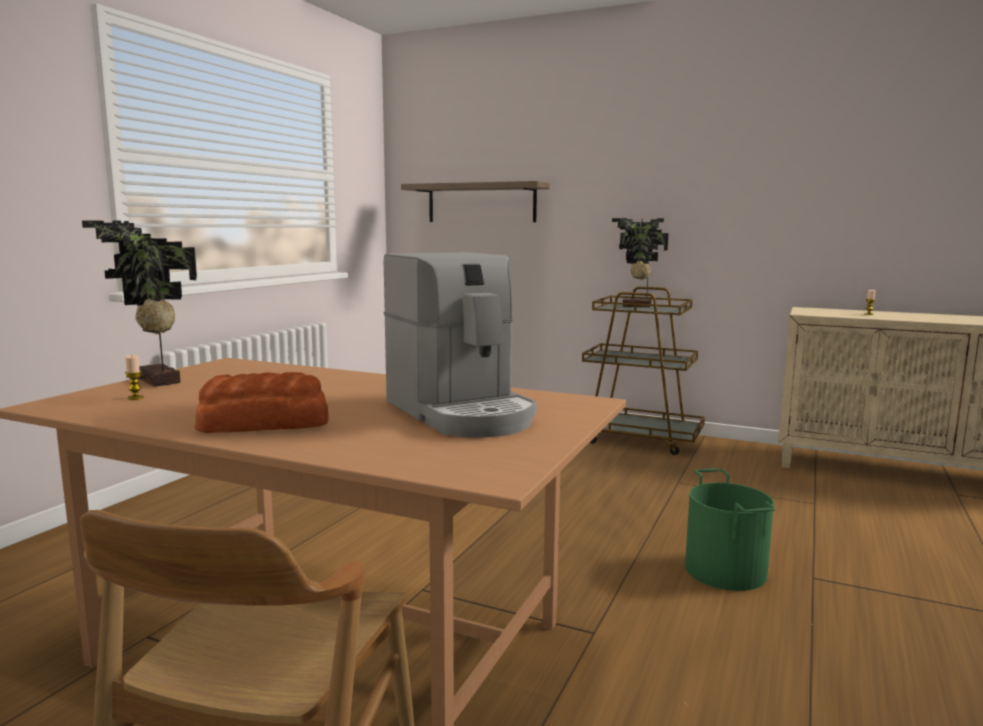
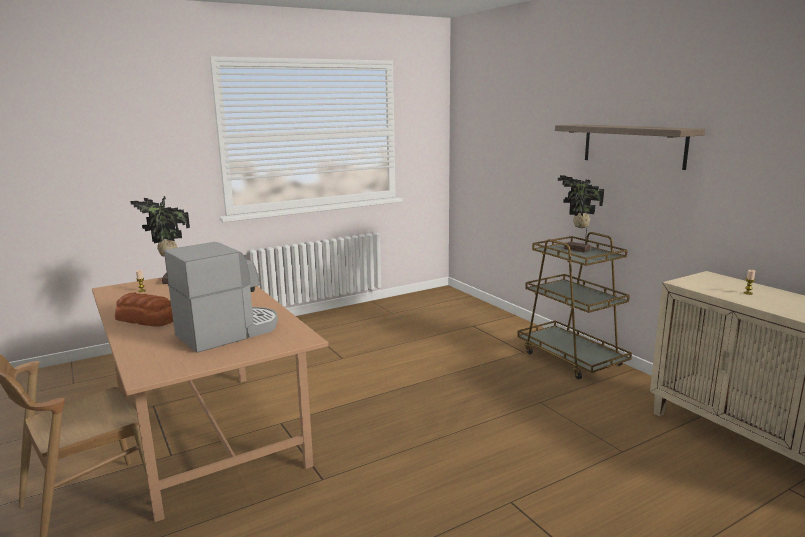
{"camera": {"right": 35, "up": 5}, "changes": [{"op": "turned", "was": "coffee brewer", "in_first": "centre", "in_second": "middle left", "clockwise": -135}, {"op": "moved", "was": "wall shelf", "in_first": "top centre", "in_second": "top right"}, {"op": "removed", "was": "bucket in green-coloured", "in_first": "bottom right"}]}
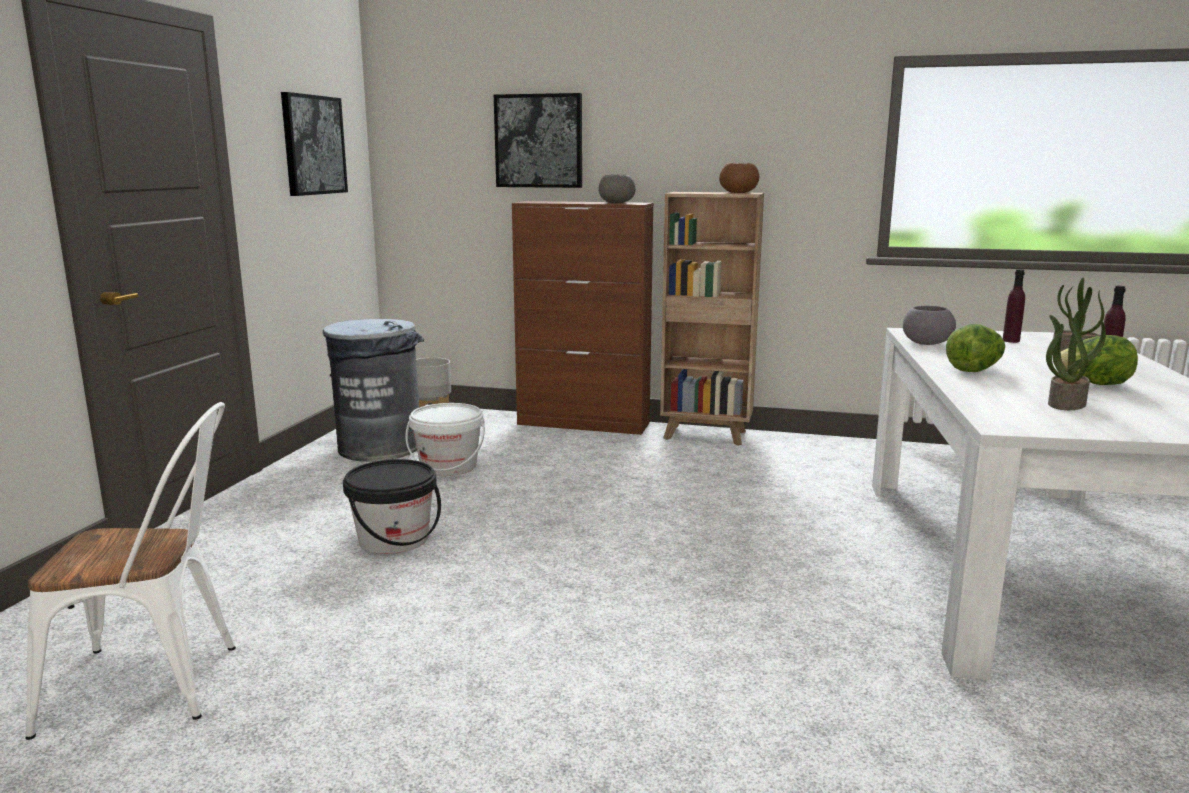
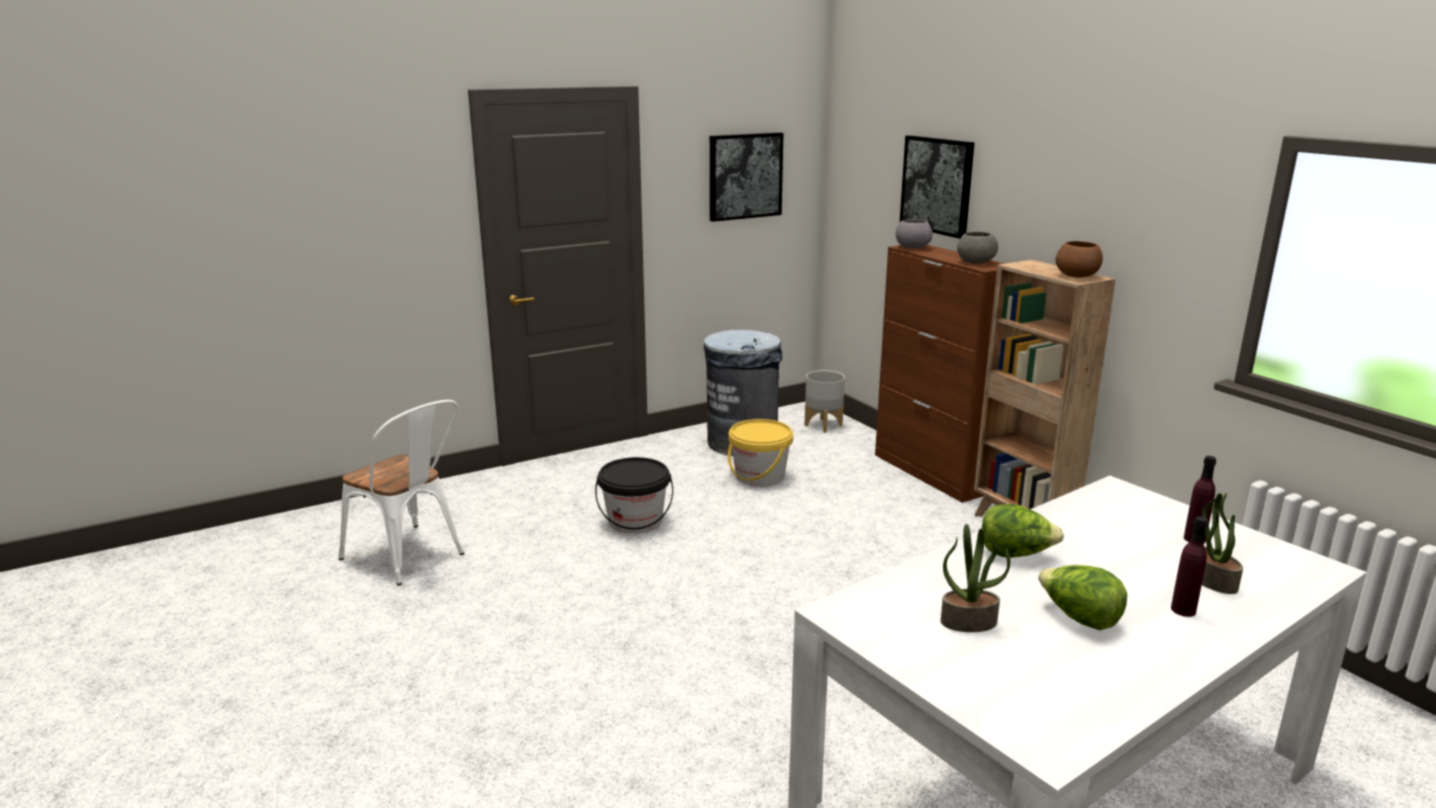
{"camera": {"right": 45, "up": 5}, "changes": [{"op": "recoloured", "was": "bucket in whitish", "now": "bucket in yellow", "in_first": "centre", "in_second": "centre"}, {"op": "moved", "was": "serving bowl in gray (2nd from left in the first image)", "now": "serving bowl in gray (1st from left)", "in_first": "middle right", "in_second": "top centre"}]}
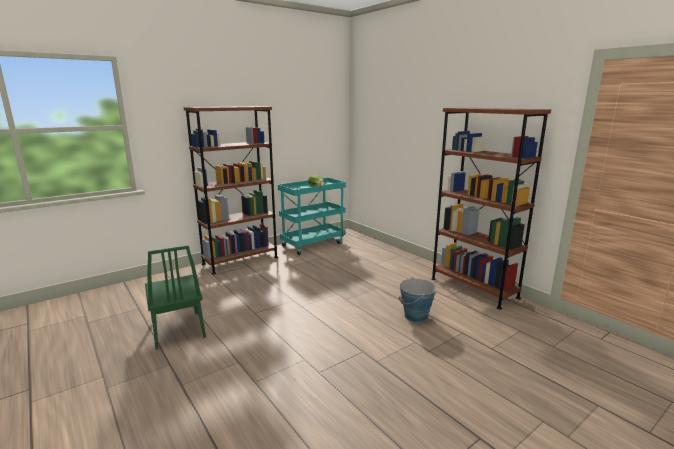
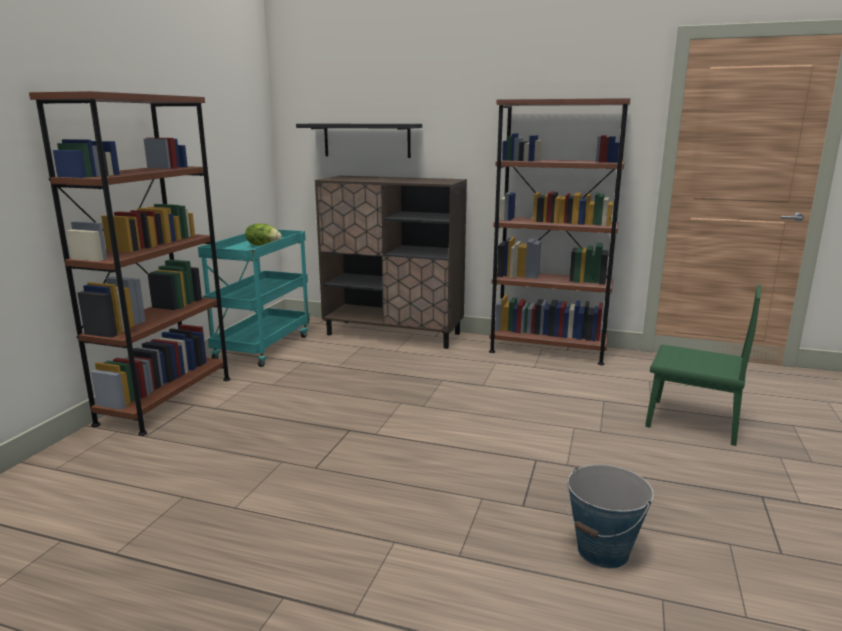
{"camera": {"right": -35, "up": 0}, "changes": [{"op": "added", "now": "wall shelf in blackish", "in_second": "top centre"}, {"op": "added", "now": "storage cabinet in brown-coloured", "in_second": "centre"}, {"op": "moved", "was": "bucket", "in_first": "bottom centre", "in_second": "bottom right"}, {"op": "moved", "was": "chair in green-coloured", "in_first": "middle left", "in_second": "middle right"}]}
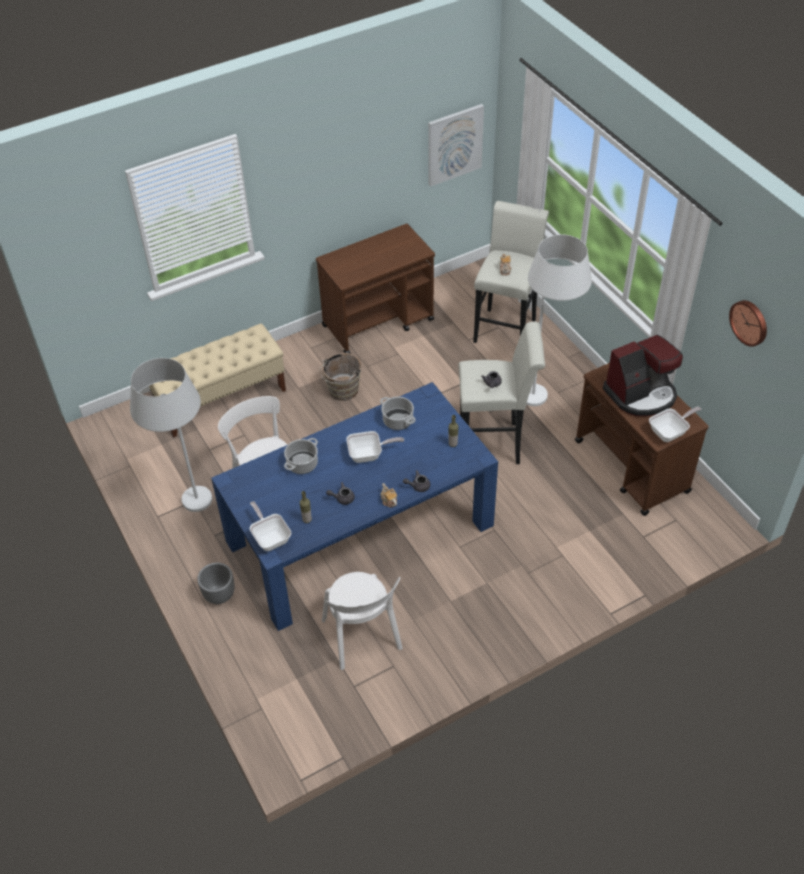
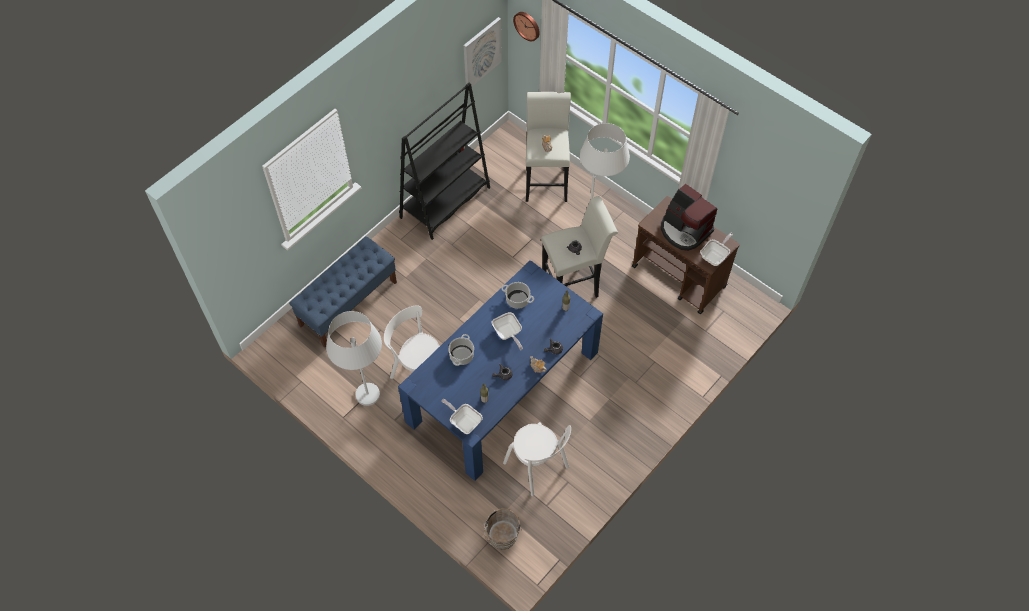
{"camera": {"right": -20, "up": 10}, "changes": [{"op": "recoloured", "was": "long seat in beige", "now": "long seat in bluish", "in_first": "middle left", "in_second": "centre"}, {"op": "replaced", "was": "cart in brown-coloured (1st from left)", "now": "bookshelf in blackish", "in_first": "top centre", "in_second": "top centre"}, {"op": "moved", "was": "bucket in brown-coloured", "in_first": "centre", "in_second": "bottom centre"}, {"op": "turned", "was": "pan (2nd from left)", "in_first": "centre", "in_second": "centre", "clockwise": 90}, {"op": "moved", "was": "clock on the wall", "in_first": "middle right", "in_second": "top centre"}, {"op": "turned", "was": "coffee brewer", "in_first": "middle right", "in_second": "middle right", "clockwise": 90}, {"op": "removed", "was": "flower pot in gray", "in_first": "bottom left"}]}
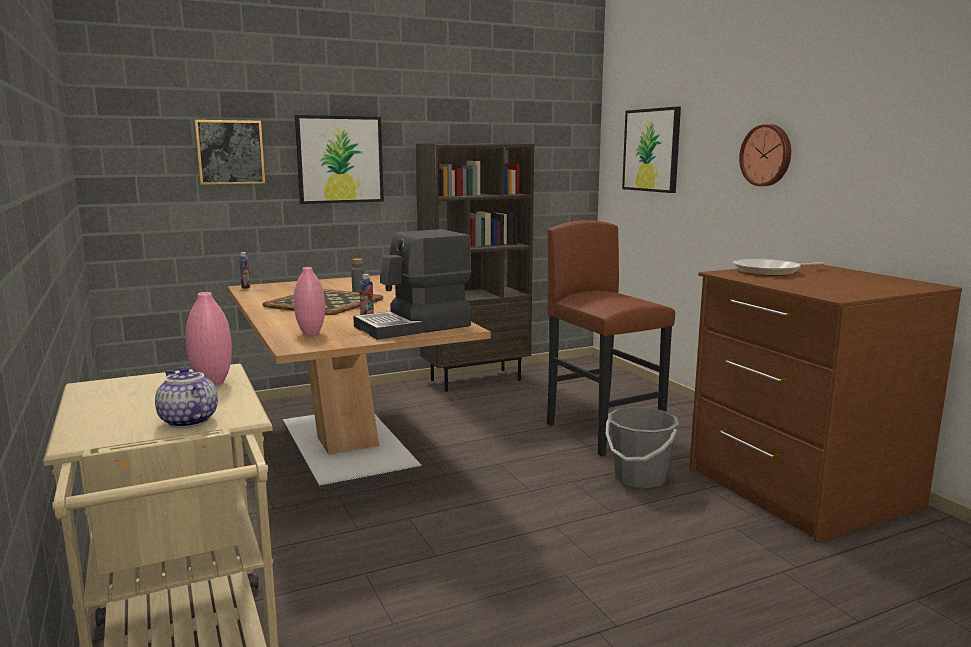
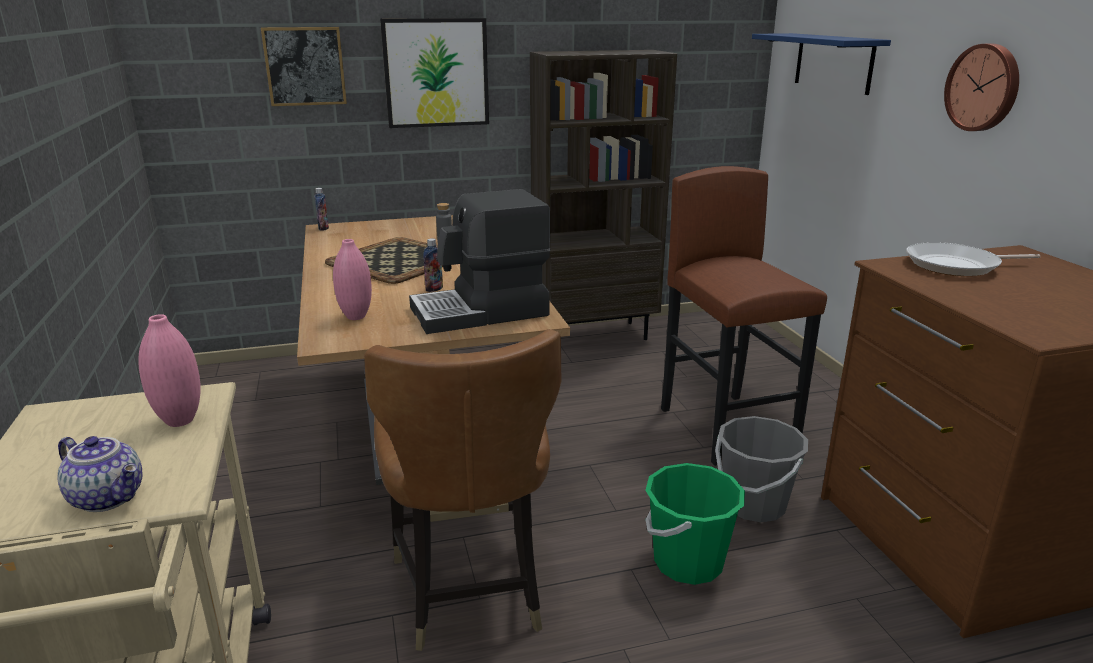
{"camera": {"right": 10, "up": 10}, "changes": [{"op": "turned", "was": "teapot", "in_first": "middle left", "in_second": "bottom left", "clockwise": 150}, {"op": "added", "now": "chair in brown-coloured", "in_second": "bottom centre"}, {"op": "added", "now": "bucket in green-coloured", "in_second": "bottom centre"}, {"op": "replaced", "was": "picture (3rd from left)", "now": "wall shelf in bluish", "in_first": "top right", "in_second": "top right"}]}
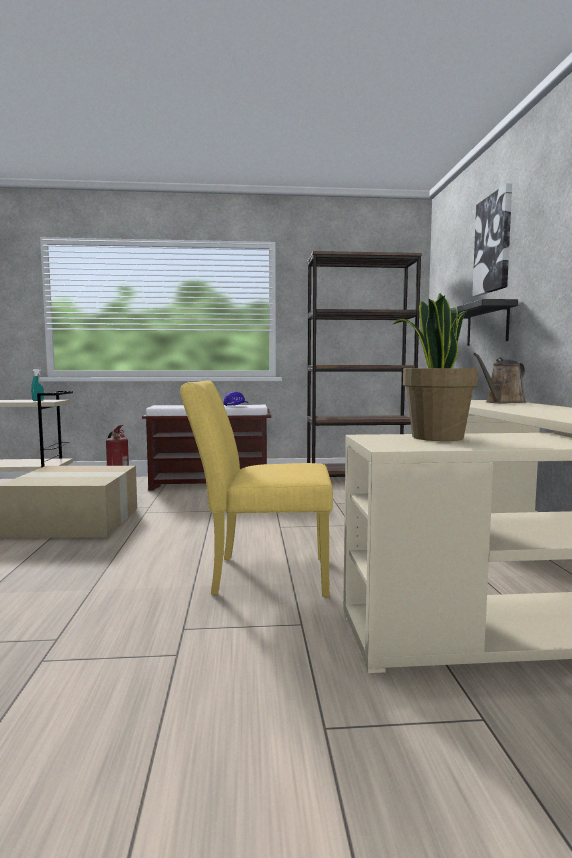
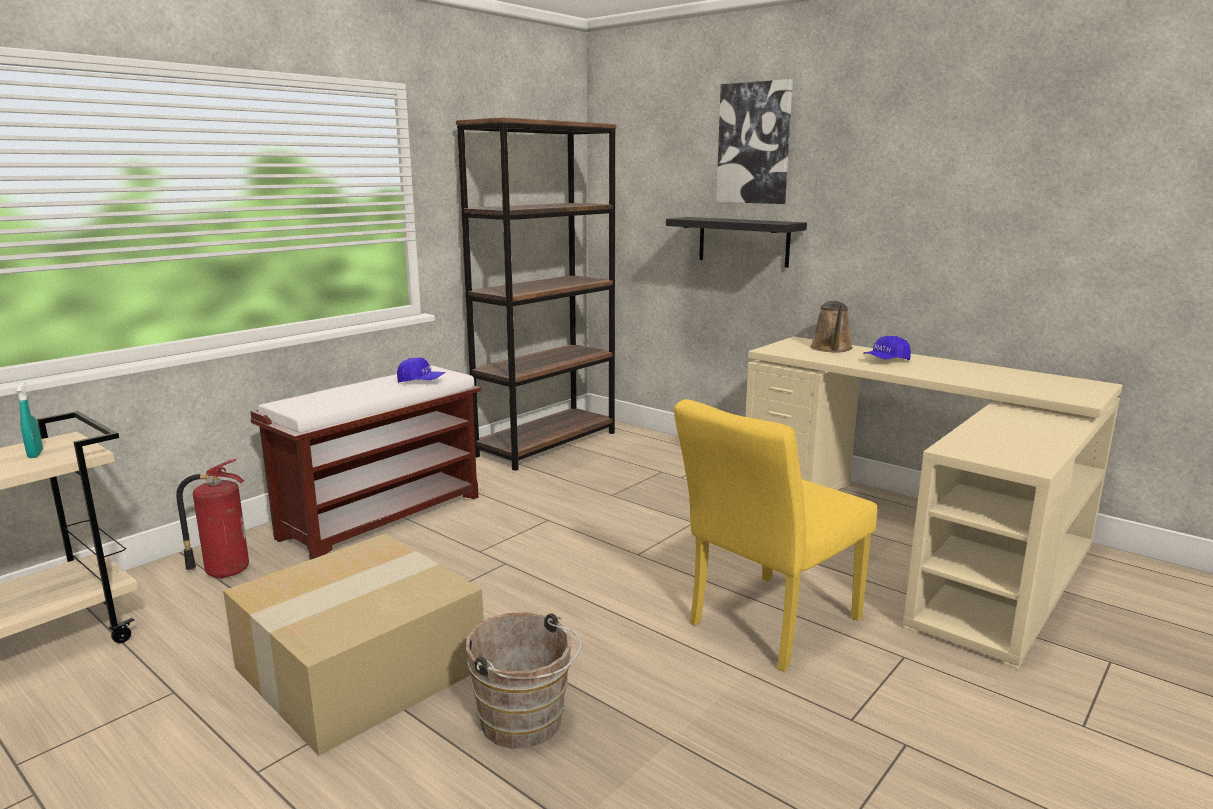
{"camera": {"right": -45, "up": 10}, "changes": [{"op": "added", "now": "bucket in brown-coloured", "in_second": "bottom centre"}, {"op": "added", "now": "cap in bluish (2nd from left)", "in_second": "middle right"}, {"op": "removed", "was": "houseplant", "in_first": "middle right"}]}
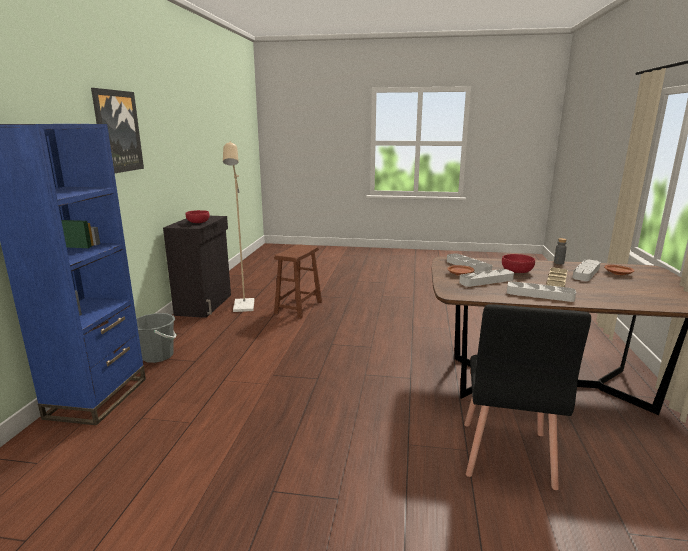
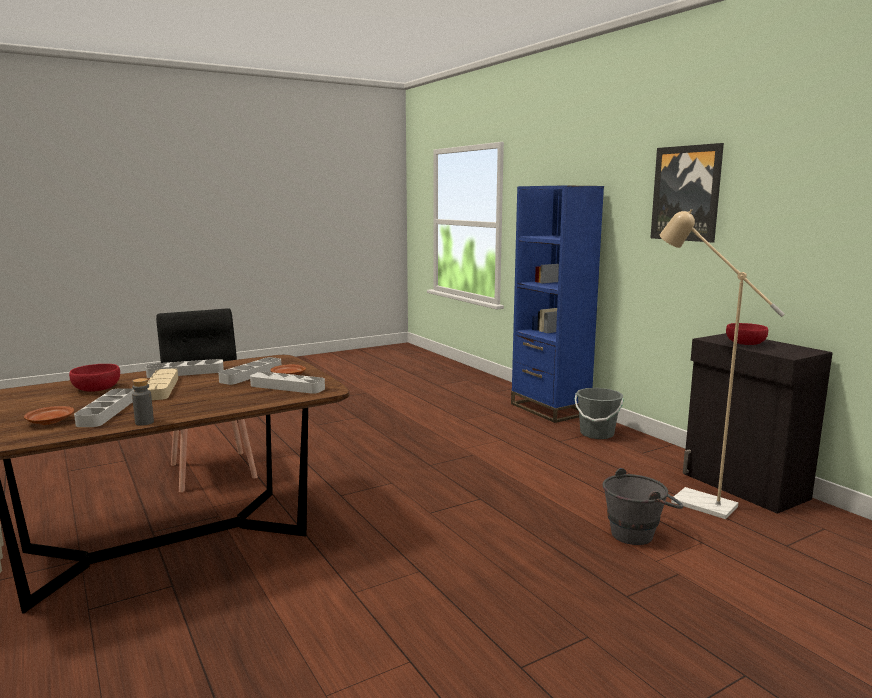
{"camera": {"right": 140, "up": -5}, "changes": [{"op": "moved", "was": "serving bowl in red-coloured (2nd from left in the first image)", "now": "serving bowl in red-coloured (1st from left)", "in_first": "middle right", "in_second": "middle left"}, {"op": "replaced", "was": "stool seat in brown-coloured", "now": "bucket in gray (2nd from left)", "in_first": "centre", "in_second": "bottom right"}]}
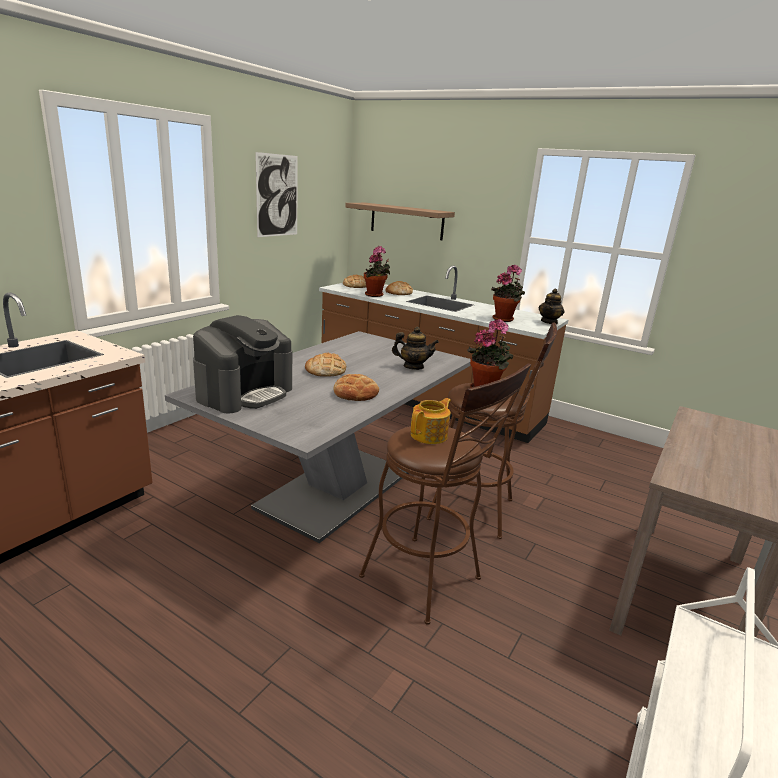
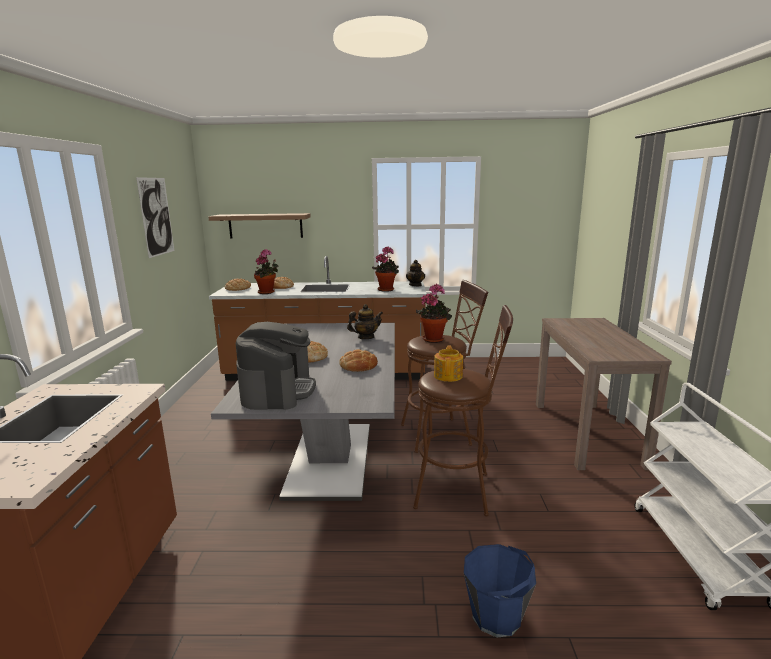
{"camera": {"right": -30, "up": -5}, "changes": [{"op": "added", "now": "bucket in bluish", "in_second": "bottom centre"}]}
